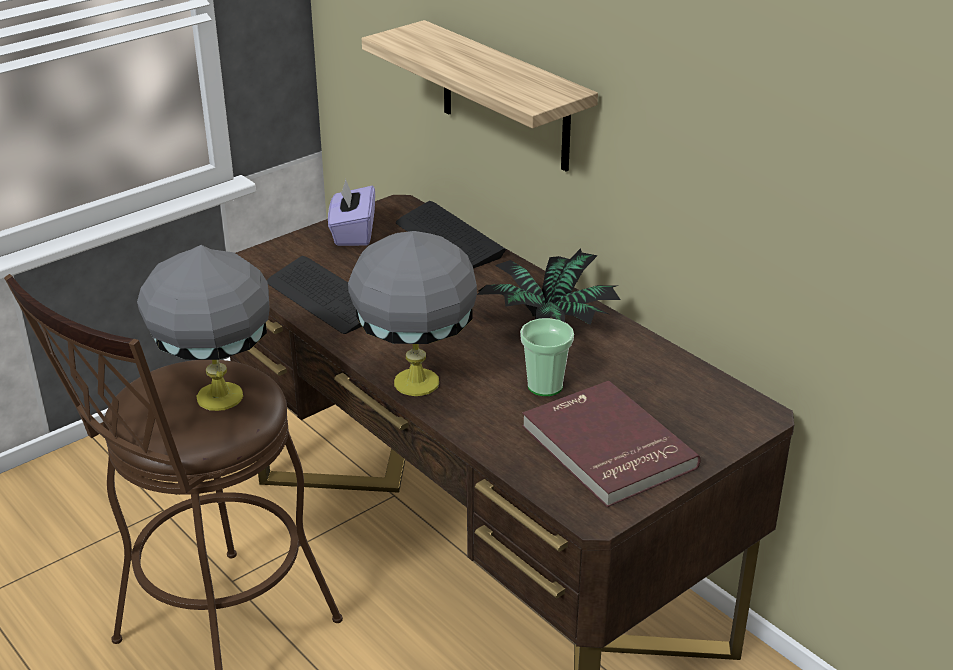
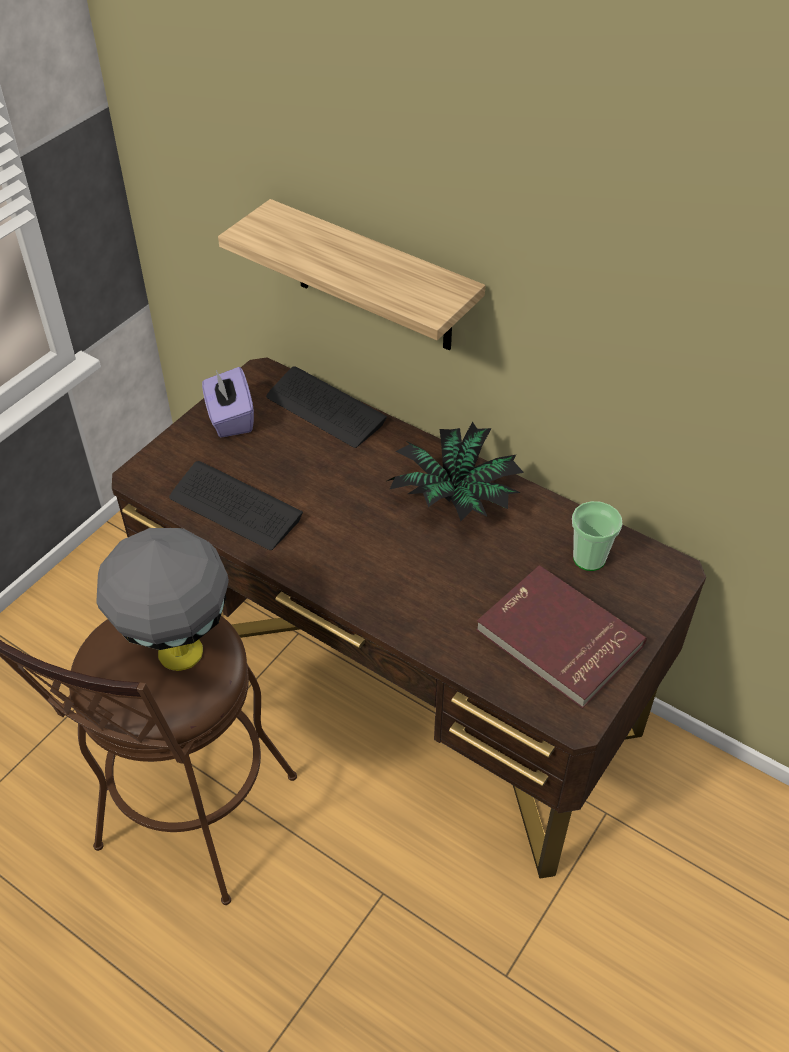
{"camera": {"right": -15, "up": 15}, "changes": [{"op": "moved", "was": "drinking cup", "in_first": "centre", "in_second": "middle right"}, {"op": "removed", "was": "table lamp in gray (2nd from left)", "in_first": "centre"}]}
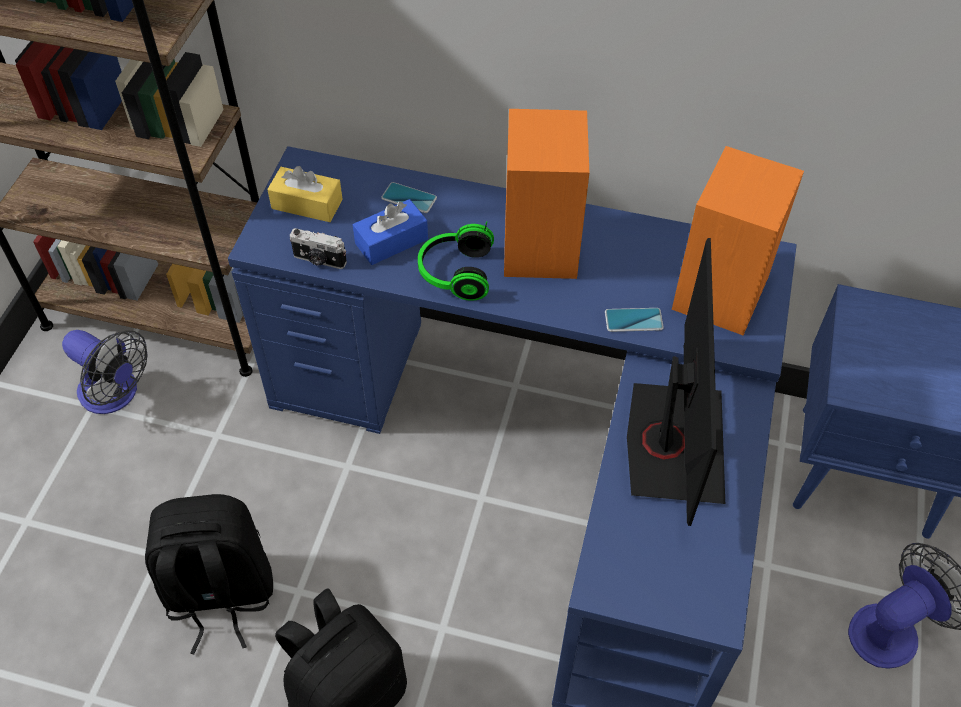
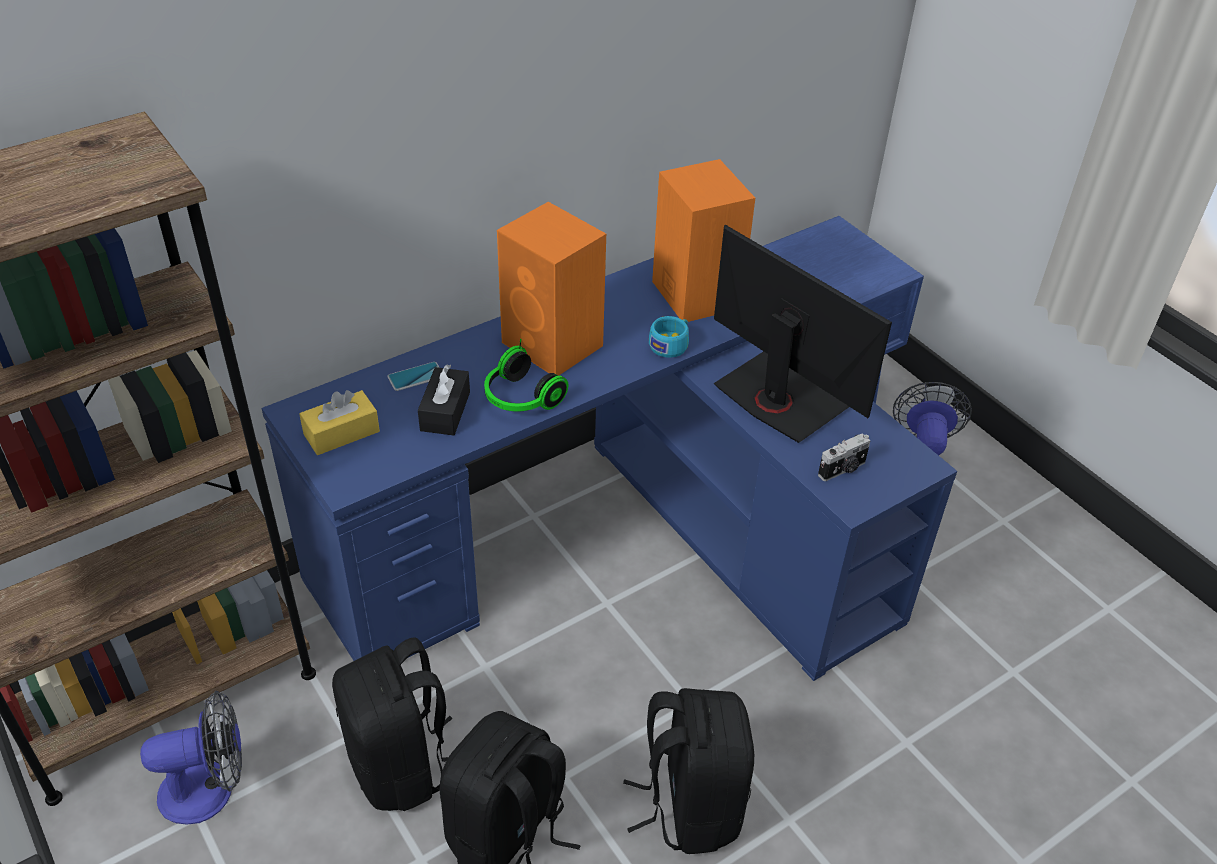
{"camera": {"right": -50, "up": -10}, "changes": [{"op": "added", "now": "rucksack in blackish (1st from left)", "in_second": "bottom left"}, {"op": "recoloured", "was": "tissue holder in bluish", "now": "tissue holder in blackish", "in_first": "top centre", "in_second": "centre"}, {"op": "replaced", "was": "handset (2nd from left)", "now": "drinking cup in turquoise-coloured", "in_first": "centre", "in_second": "centre"}, {"op": "moved", "was": "still camera", "in_first": "middle left", "in_second": "middle right"}]}
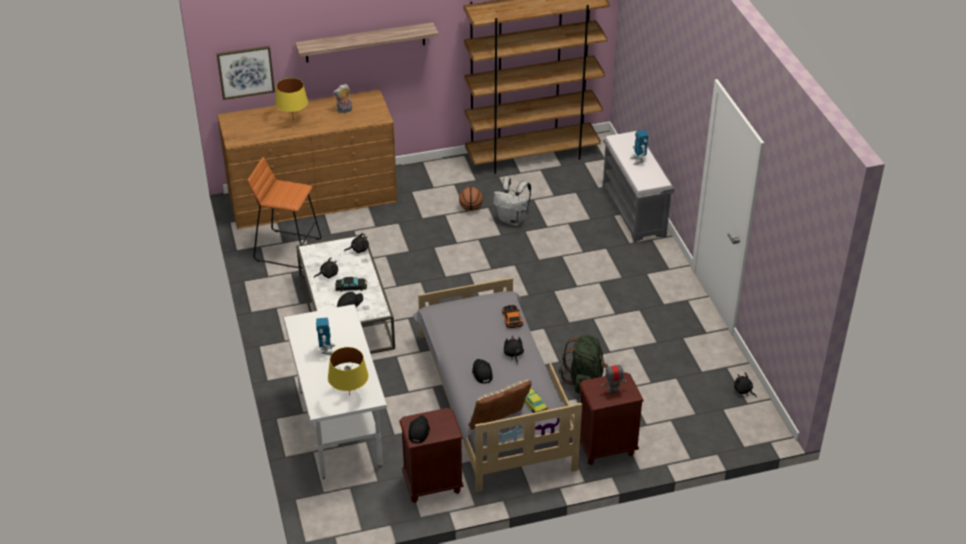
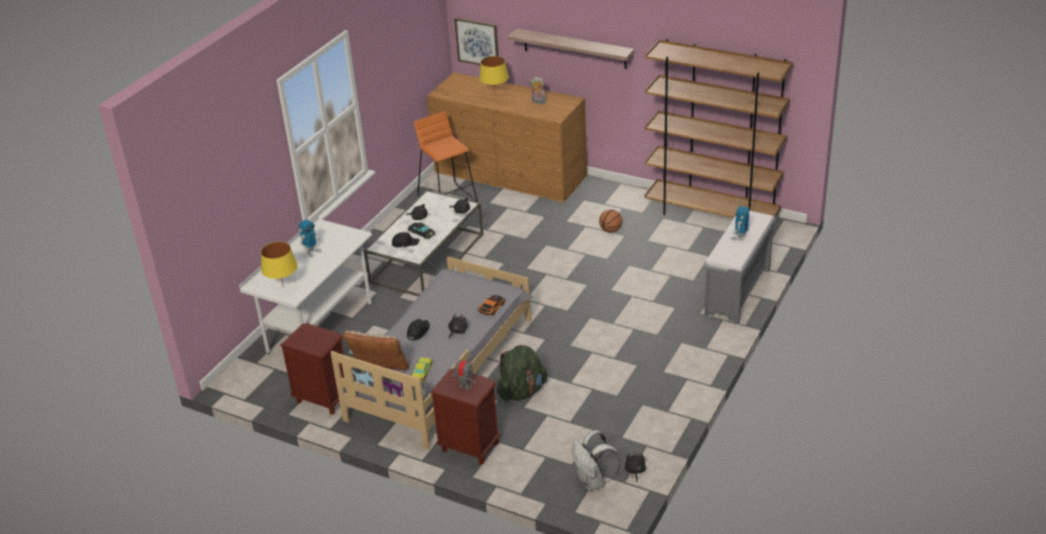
{"camera": {"right": 45, "up": -5}, "changes": [{"op": "moved", "was": "rucksack in whitish", "in_first": "centre", "in_second": "bottom centre"}, {"op": "removed", "was": "cap in blackish (2nd from left)", "in_first": "bottom centre"}]}
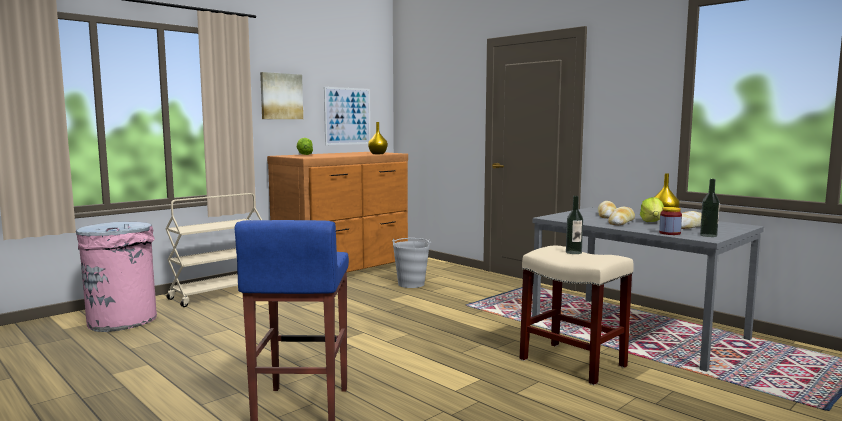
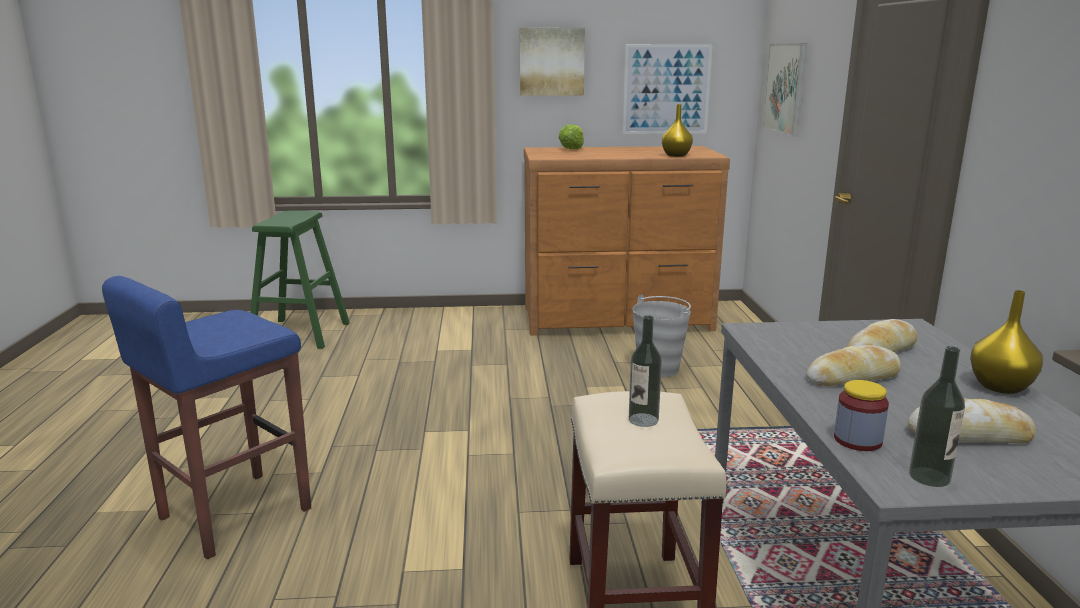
{"camera": {"right": 40, "up": 10}, "changes": [{"op": "replaced", "was": "waste bin in pink", "now": "stool seat in green-coloured", "in_first": "middle left", "in_second": "middle left"}, {"op": "added", "now": "picture (3rd from left)", "in_second": "top right"}, {"op": "removed", "was": "cart in beige", "in_first": "middle left"}, {"op": "removed", "was": "lettuce (2nd from left)", "in_first": "middle right"}]}
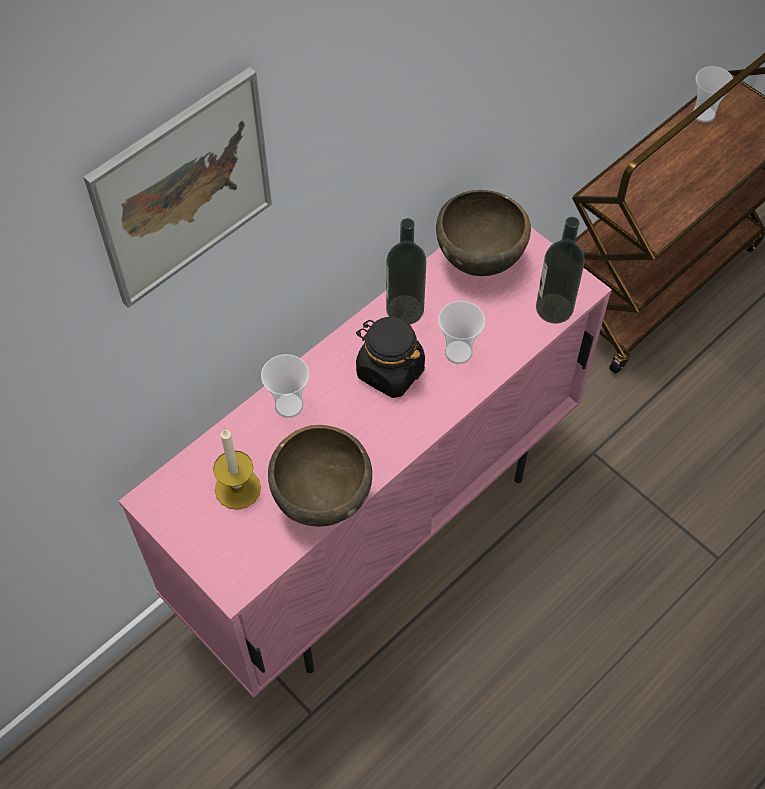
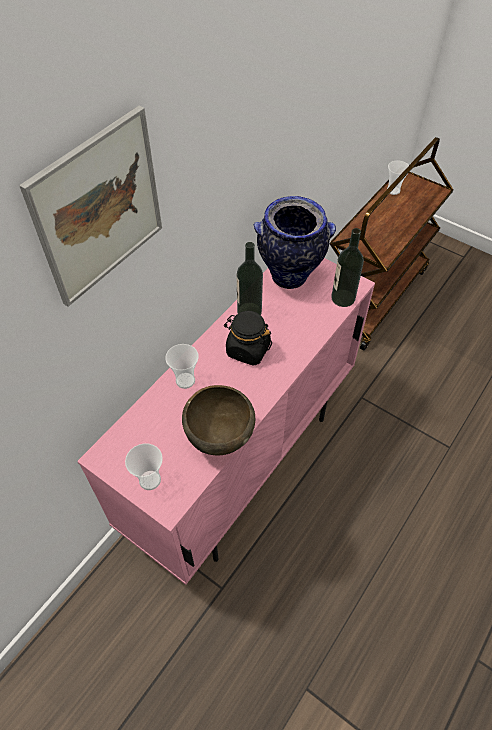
{"camera": {"right": -10, "up": -5}, "changes": [{"op": "moved", "was": "drinking cup (2nd from left in the first image)", "now": "drinking cup (1st from left)", "in_first": "centre", "in_second": "middle left"}, {"op": "replaced", "was": "serving bowl in brown-coloured (2nd from left)", "now": "flower vase", "in_first": "top centre", "in_second": "top centre"}, {"op": "removed", "was": "wax candle", "in_first": "middle left"}]}
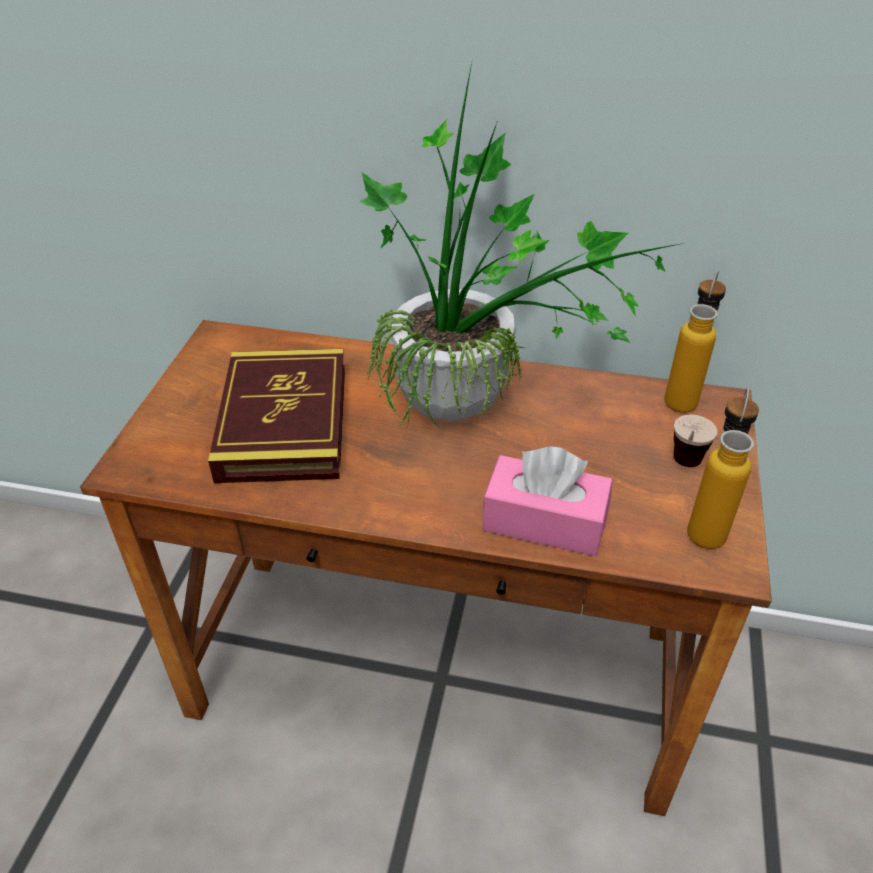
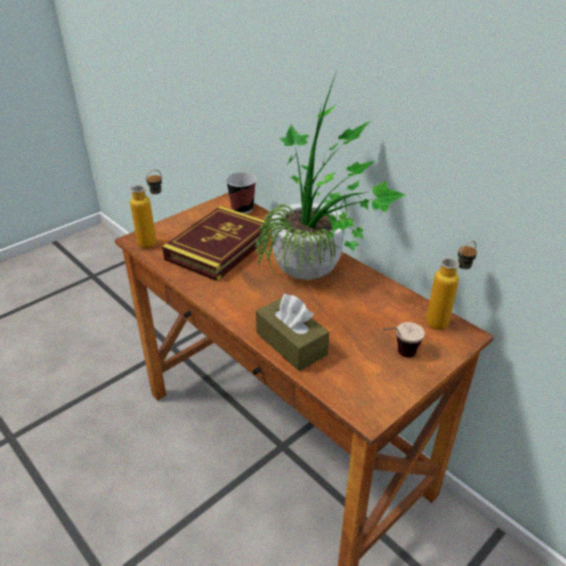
{"camera": {"right": 35, "up": -5}, "changes": [{"op": "moved", "was": "bottle (2nd from left in the first image)", "now": "bottle (1st from left)", "in_first": "middle right", "in_second": "middle left"}, {"op": "added", "now": "drinking cup (1st from left)", "in_second": "centre"}, {"op": "recoloured", "was": "tissue holder in pink", "now": "tissue holder in brown-coloured", "in_first": "centre", "in_second": "centre"}]}
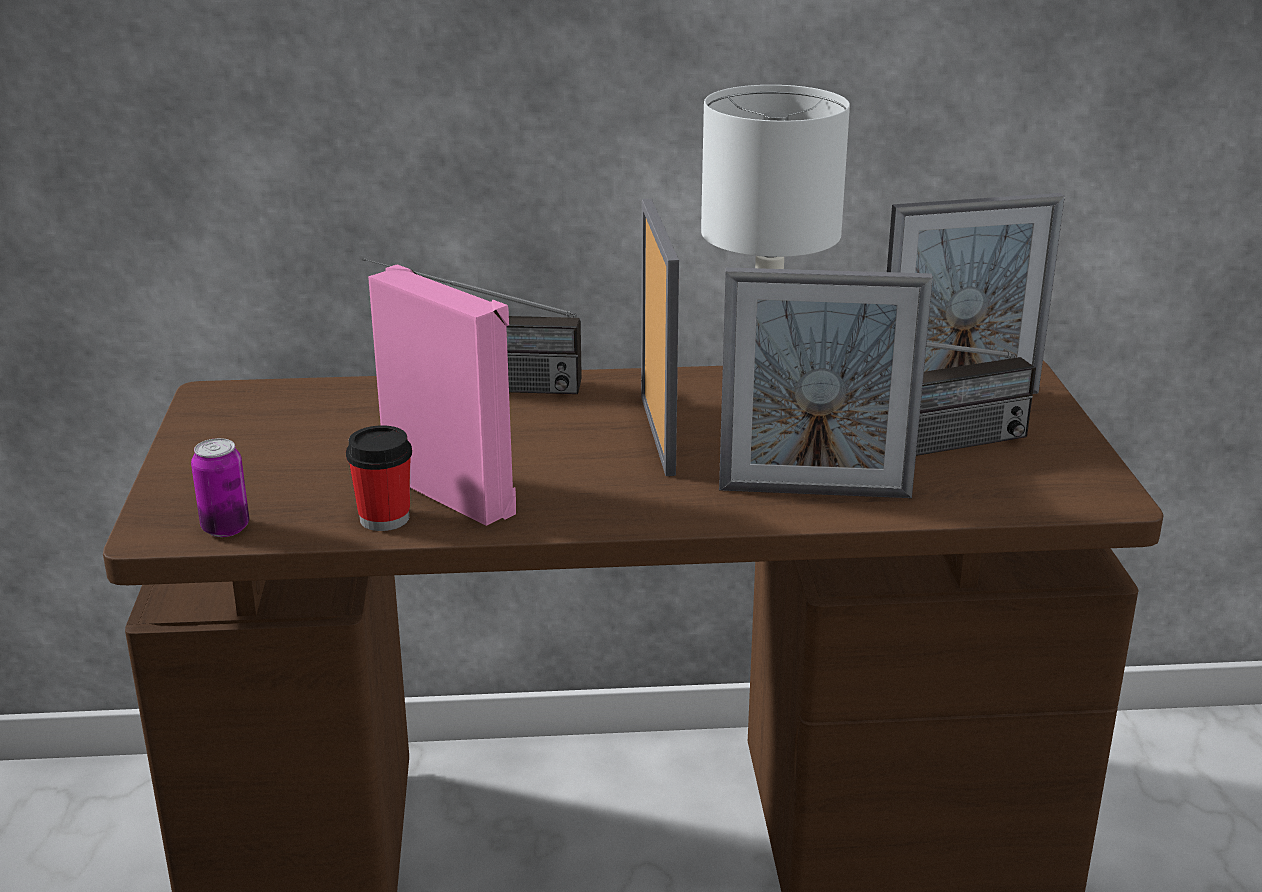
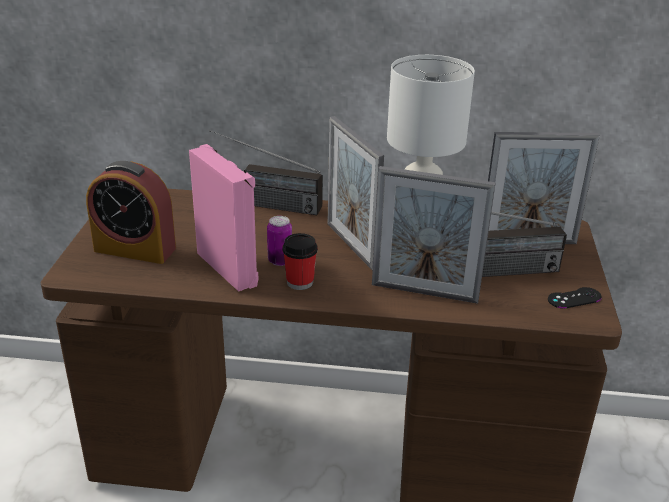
{"camera": {"right": 10, "up": 5}, "changes": [{"op": "added", "now": "bedside clock", "in_second": "middle left"}, {"op": "moved", "was": "metal can", "in_first": "middle left", "in_second": "centre"}, {"op": "moved", "was": "drinking cup", "in_first": "middle left", "in_second": "centre"}, {"op": "turned", "was": "photo frame (1st from left)", "in_first": "centre", "in_second": "centre", "clockwise": 150}, {"op": "added", "now": "gamepad in blackish", "in_second": "middle right"}]}
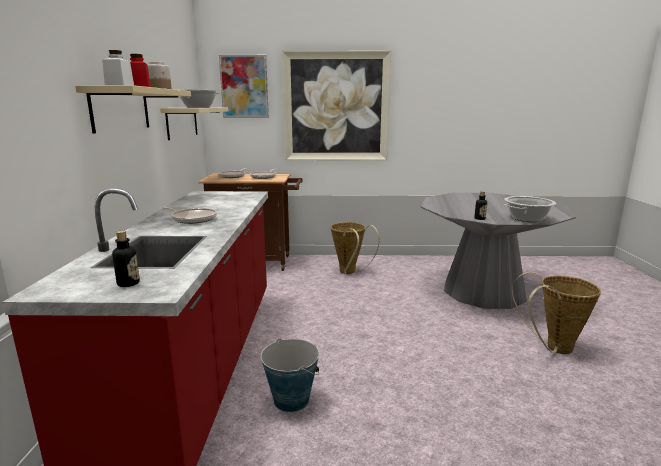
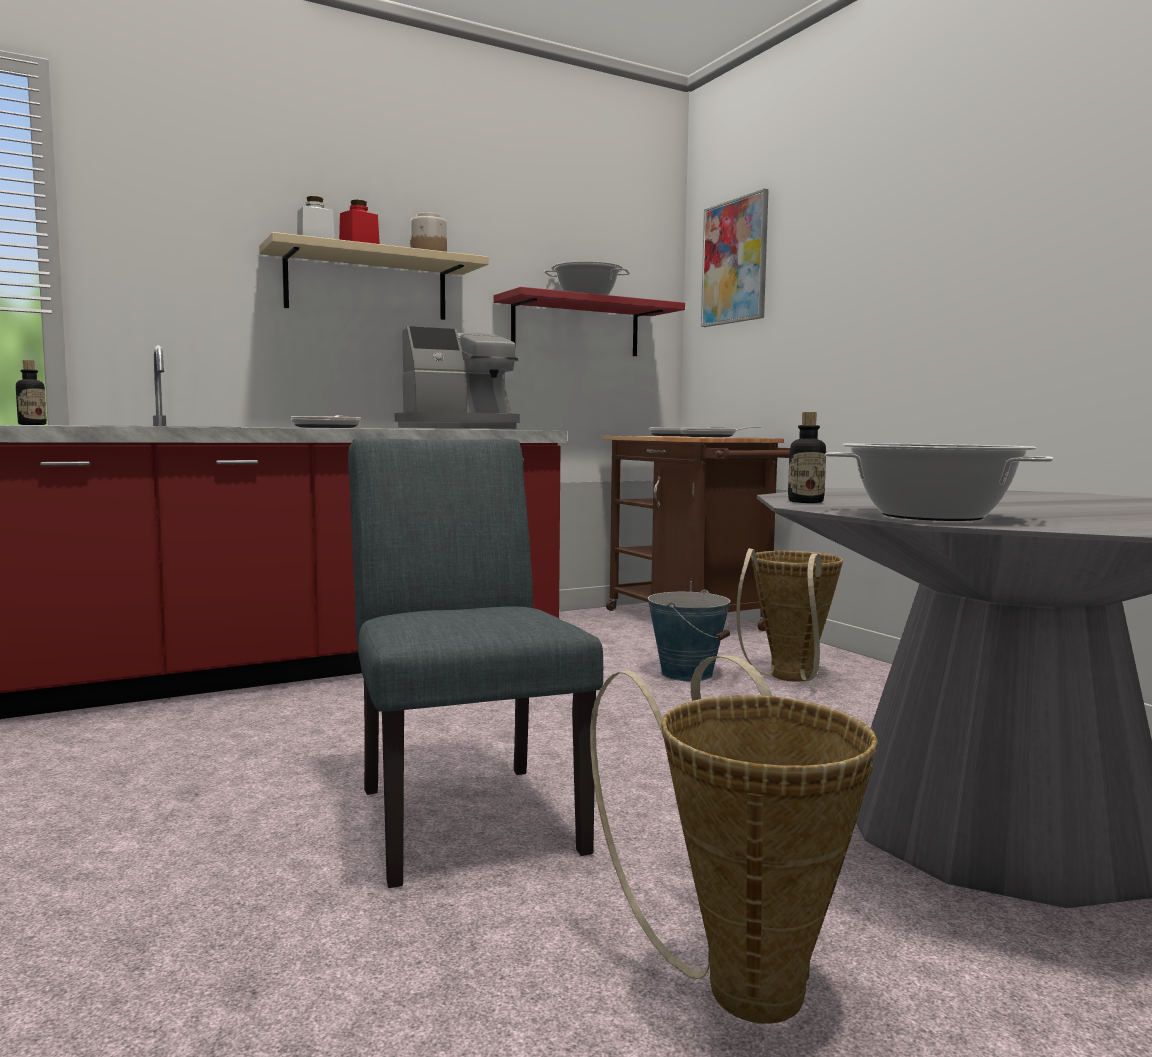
{"camera": {"right": 60, "up": -10}, "changes": [{"op": "added", "now": "chair in gray", "in_second": "centre"}, {"op": "added", "now": "coffee brewer", "in_second": "centre"}, {"op": "recoloured", "was": "wall shelf in beige (2nd from left)", "now": "wall shelf in red-coloured", "in_first": "top left", "in_second": "top centre"}, {"op": "moved", "was": "bucket", "in_first": "bottom centre", "in_second": "centre"}, {"op": "removed", "was": "picture (2nd from left)", "in_first": "top centre"}]}
